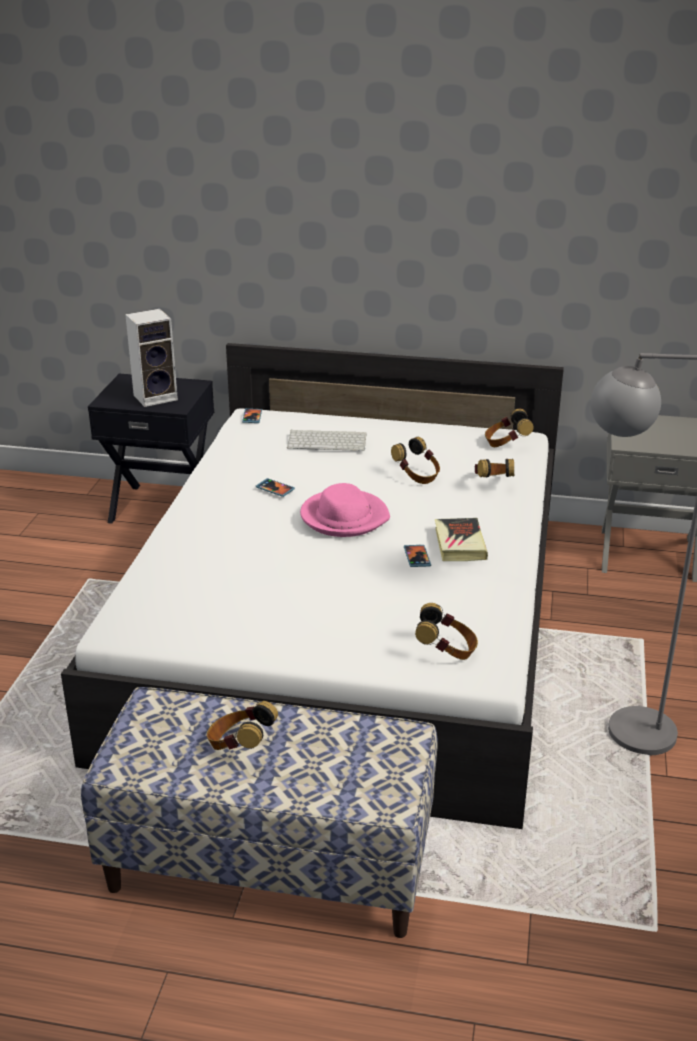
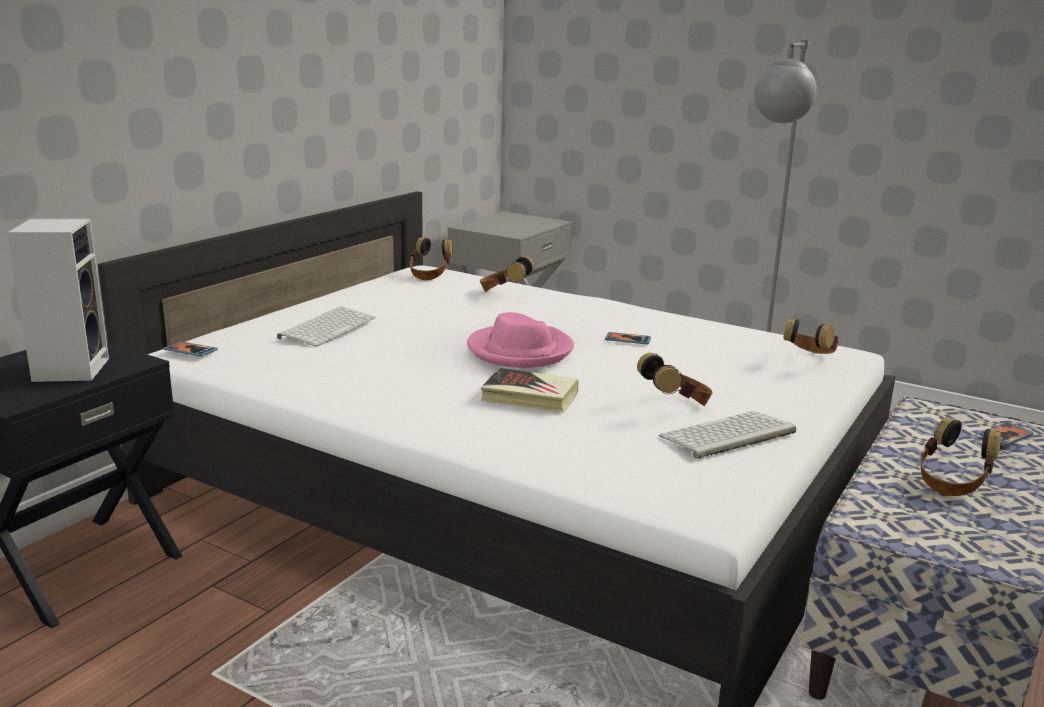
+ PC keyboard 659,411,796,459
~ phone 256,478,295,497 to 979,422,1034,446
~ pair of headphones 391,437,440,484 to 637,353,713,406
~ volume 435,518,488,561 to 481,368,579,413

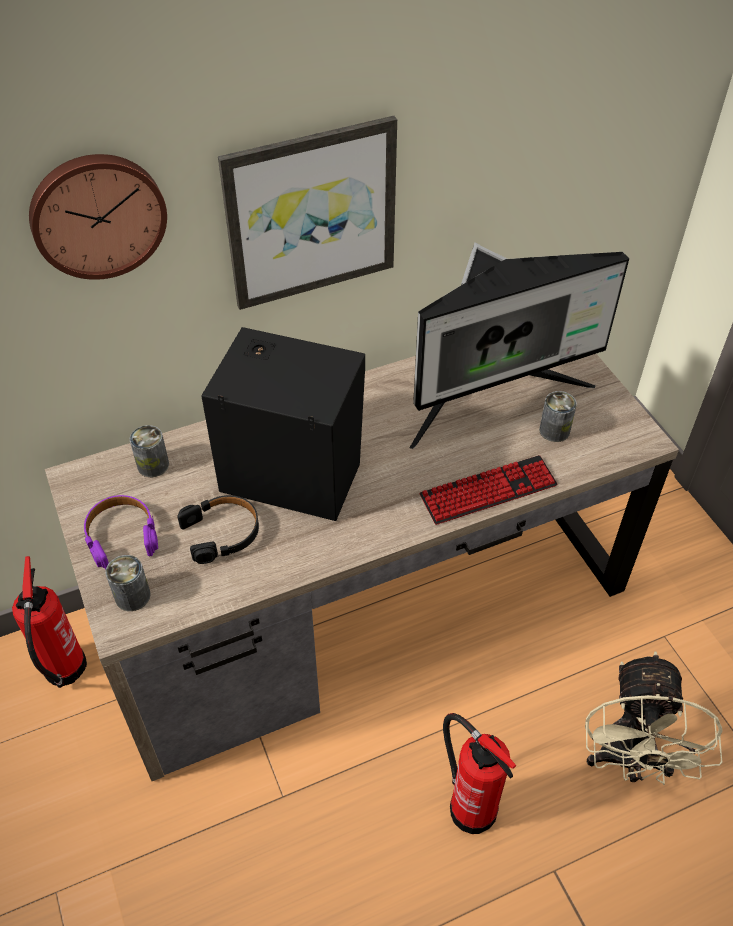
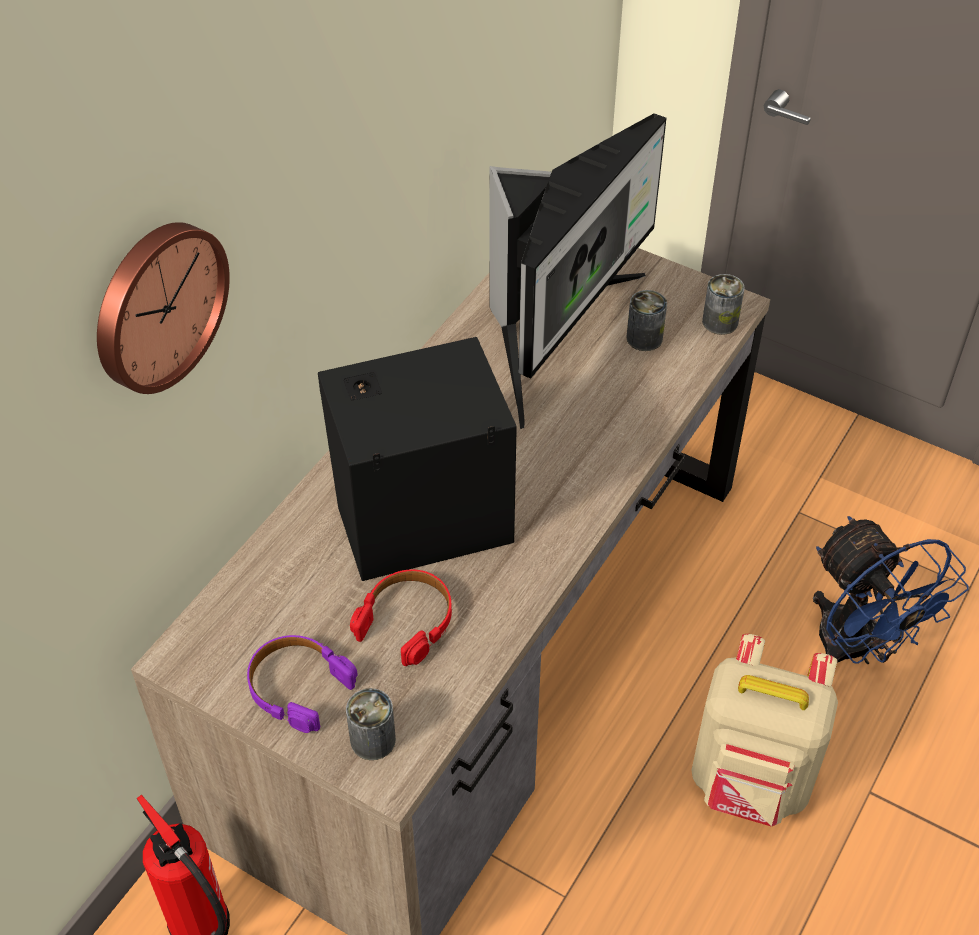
- wall picture 218,116,397,310
- PC keyboard 420,455,557,525
~ metal can 130,425,169,477 to 702,274,745,335
~ extinguisher 443,713,516,834 to beige rucksack 691,634,838,827
~ blackish pair of headphones 177,495,259,564 to red pair of headphones 350,569,452,666
~ beige electric fan 585,651,722,785 to bluish electric fan 813,516,969,664

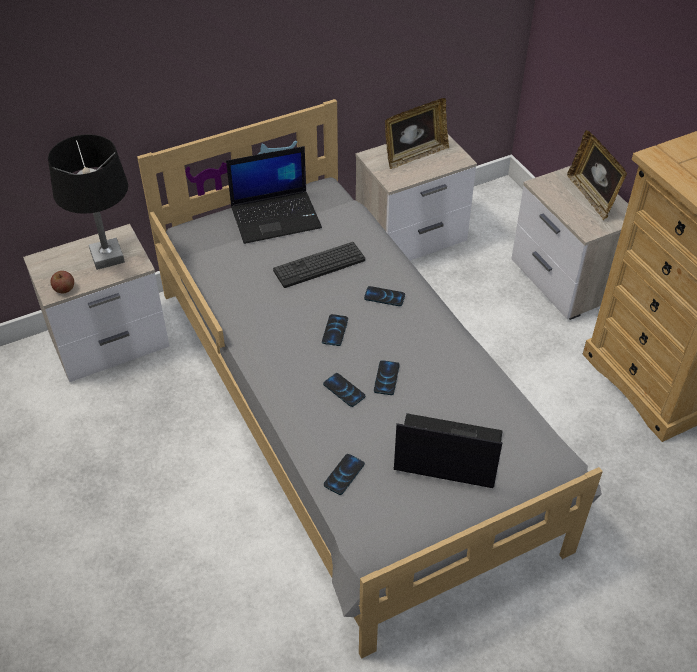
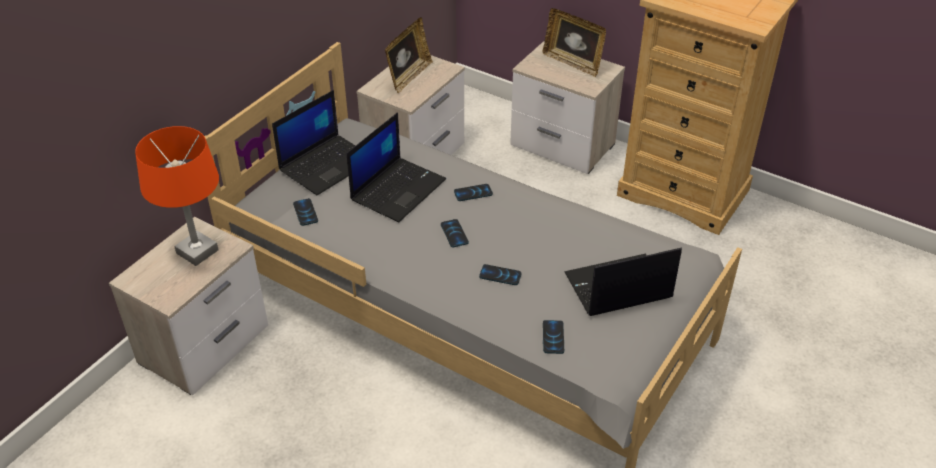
- apple fruit 51,271,74,293
~ phone 374,360,400,395 to 293,198,318,226
~ PC keyboard 273,242,365,288 to laptop 347,113,446,222
~ blackish tabletop lamp 48,134,128,270 to orange tabletop lamp 135,126,219,266

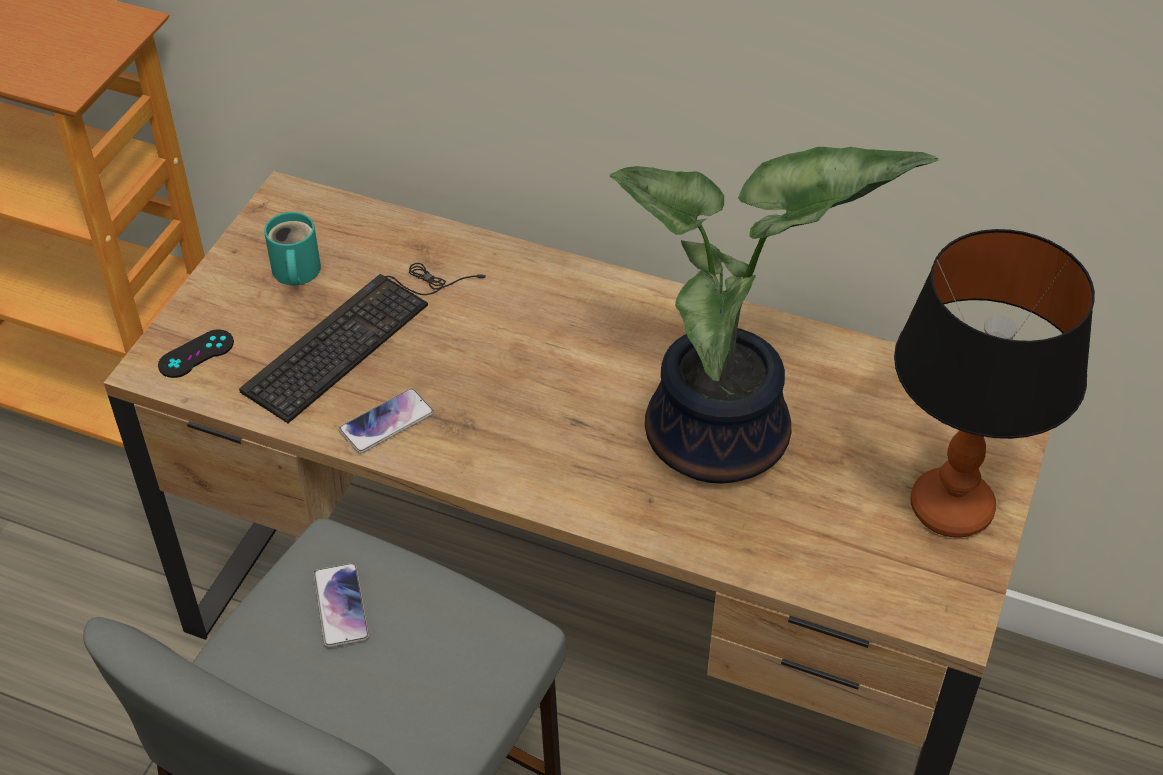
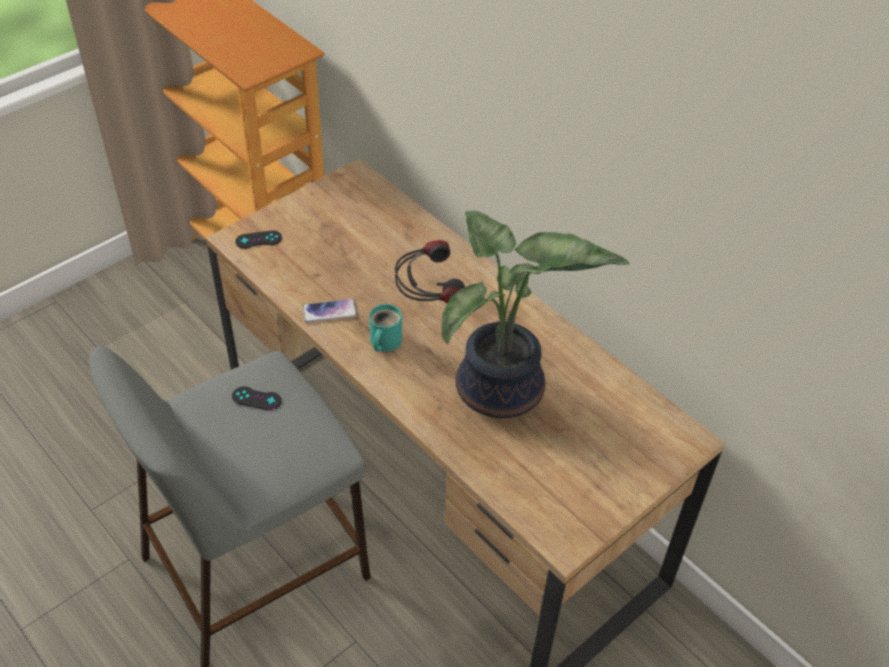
- PC keyboard 239,262,485,423
- tabletop lamp 894,229,1095,538
+ pair of headphones 395,240,466,303
~ blue-green tea mug 264,212,321,286 to 369,304,402,352
~ phone 313,563,369,648 to blackish joypad 232,386,282,410

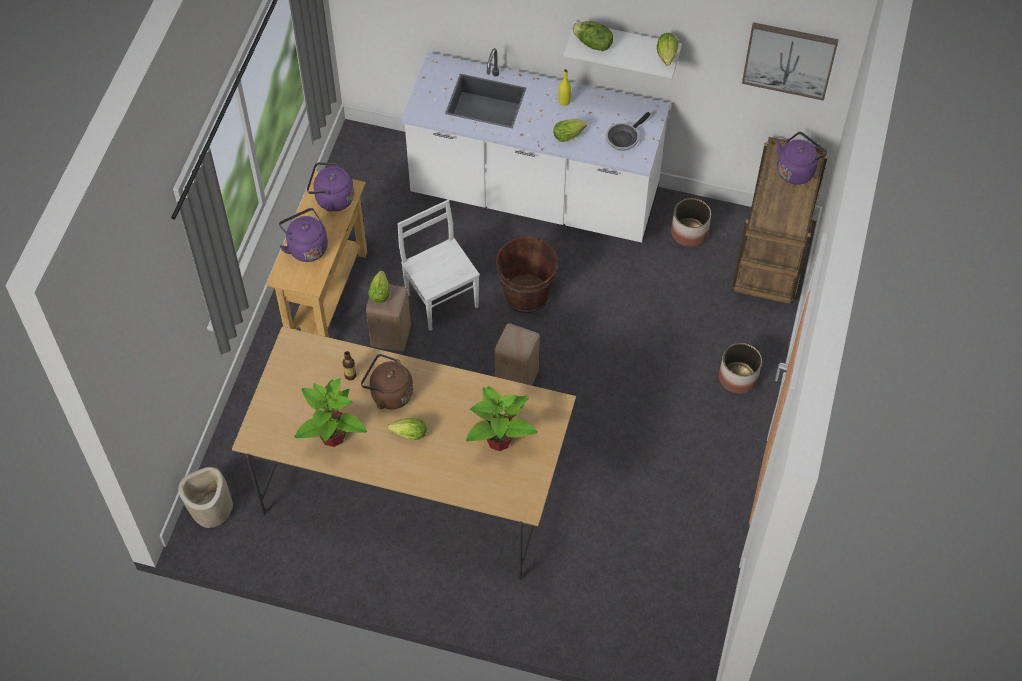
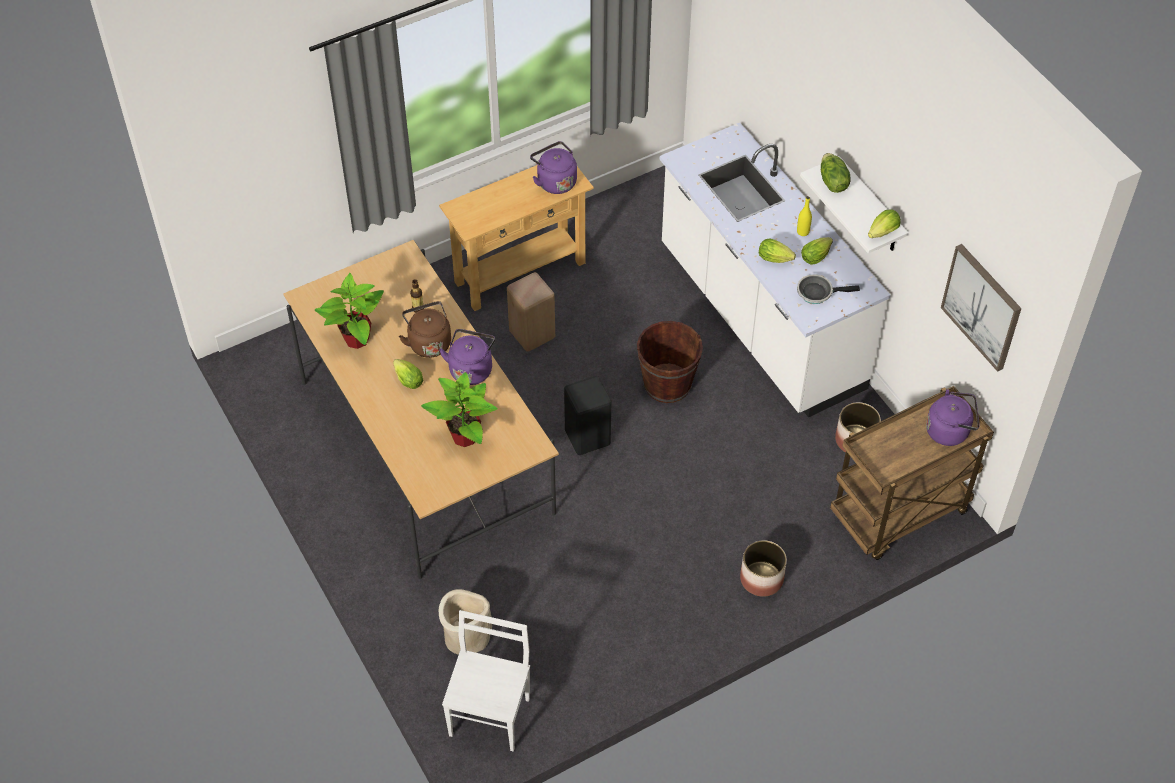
~ beige plant pot 178,467,233,528 to 439,589,492,655
~ purplish water kettle 279,208,328,262 to 439,329,495,385
~ head of lettuce 368,271,390,303 to 801,237,833,265
~ whitish upright chair 397,200,480,331 to 442,610,530,752
~ beige stool 495,323,540,385 to blackish stool 564,376,611,455

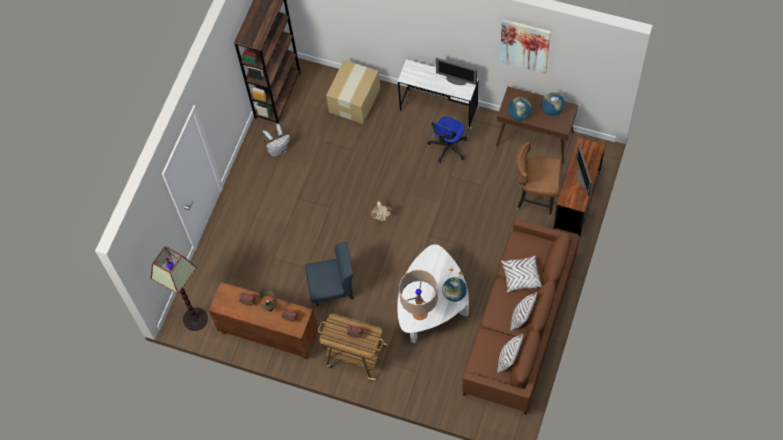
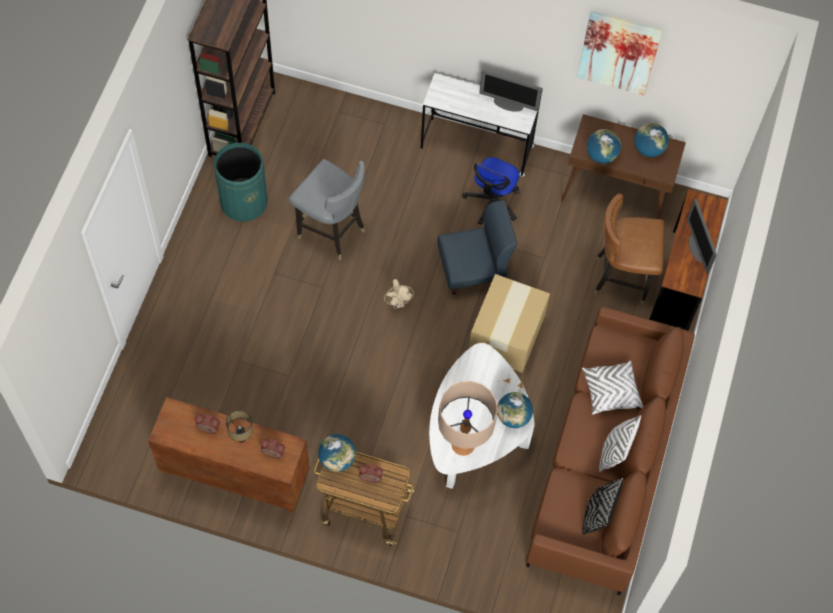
- standing lamp 151,246,208,331
+ greyish upright chair 289,159,365,260
+ desk globe 318,434,356,472
~ bluish upright chair 305,242,354,306 to 437,200,517,295
~ packing box 326,60,380,124 to 469,274,550,373
~ whitish rucksack 261,123,290,156 to green-coloured trash can 214,143,268,221
~ whitish throw pillow 498,334,523,373 to blackish throw pillow 583,478,624,535

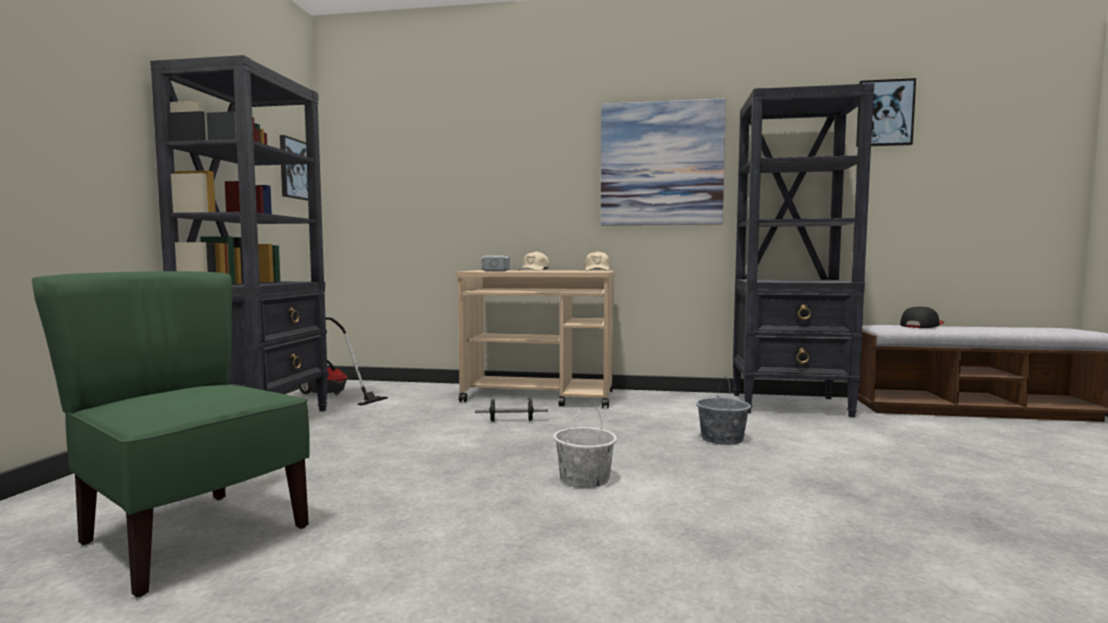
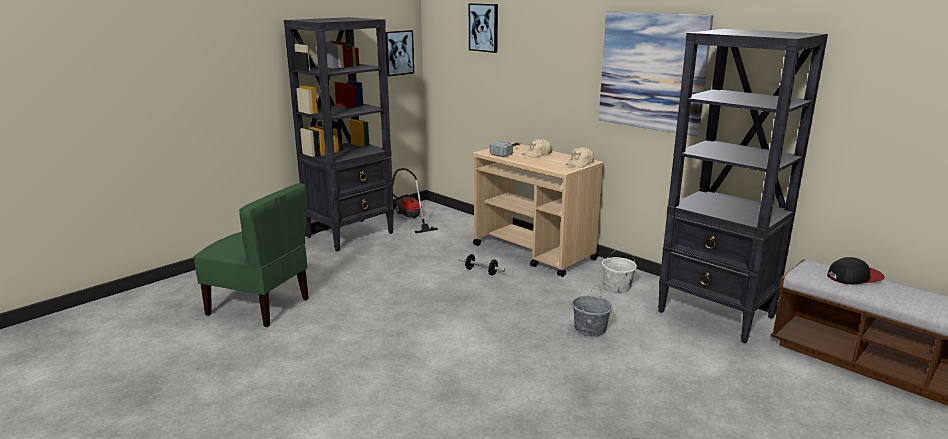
~ whitish pail 554,403,617,488 to 602,247,637,292
~ wall picture 856,78,916,147 to 469,3,498,53
~ green-coloured upright chair 32,271,309,598 = 193,183,309,327 135 degrees clockwise

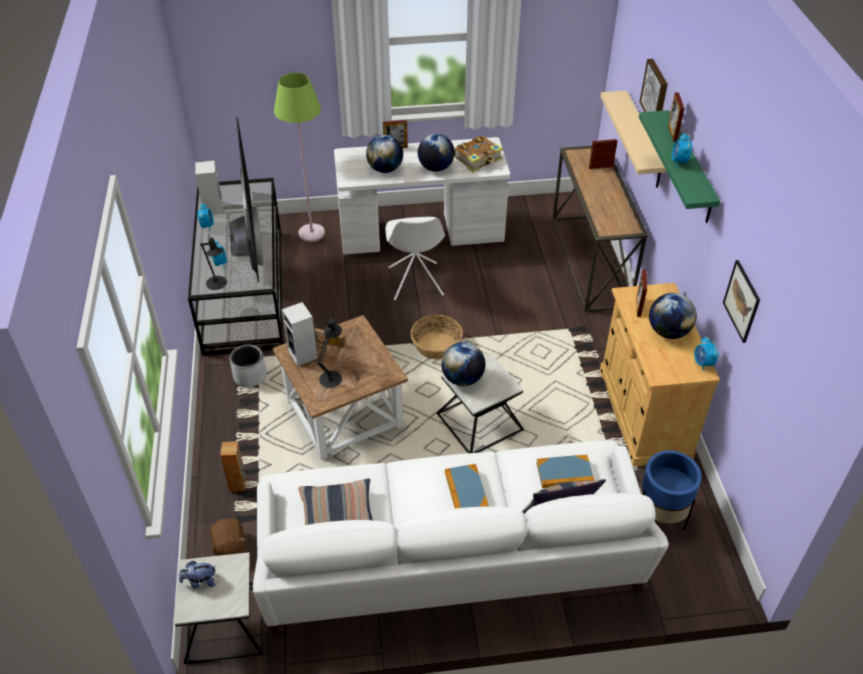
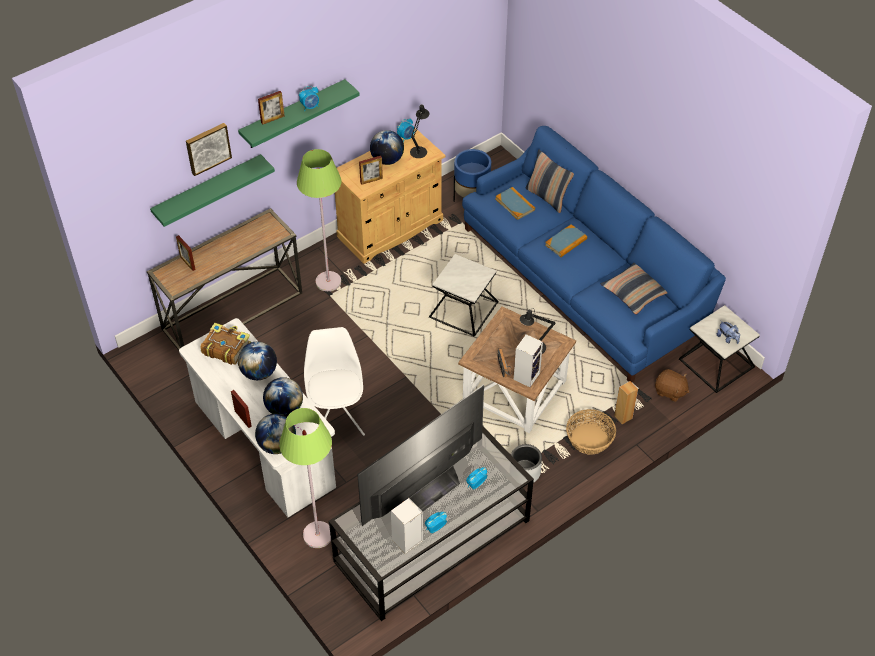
- wall picture 723,260,760,343
+ green-coloured standing lamp 297,149,341,291
~ blackish tabletop lamp 200,234,227,290 to 410,105,429,158
~ basket 410,315,463,359 to 566,409,616,455
~ desk globe 441,342,485,386 to 255,414,296,454
~ whitish settee 253,440,669,635 to bluish settee 462,126,726,382
~ beige wall shelf 600,91,666,188 to green-coloured wall shelf 150,154,275,227
~ brown soft toy 210,518,246,556 = 655,369,689,402 75 degrees clockwise
~ whitish upright chair 386,217,445,300 = 304,327,365,436 60 degrees counterclockwise

